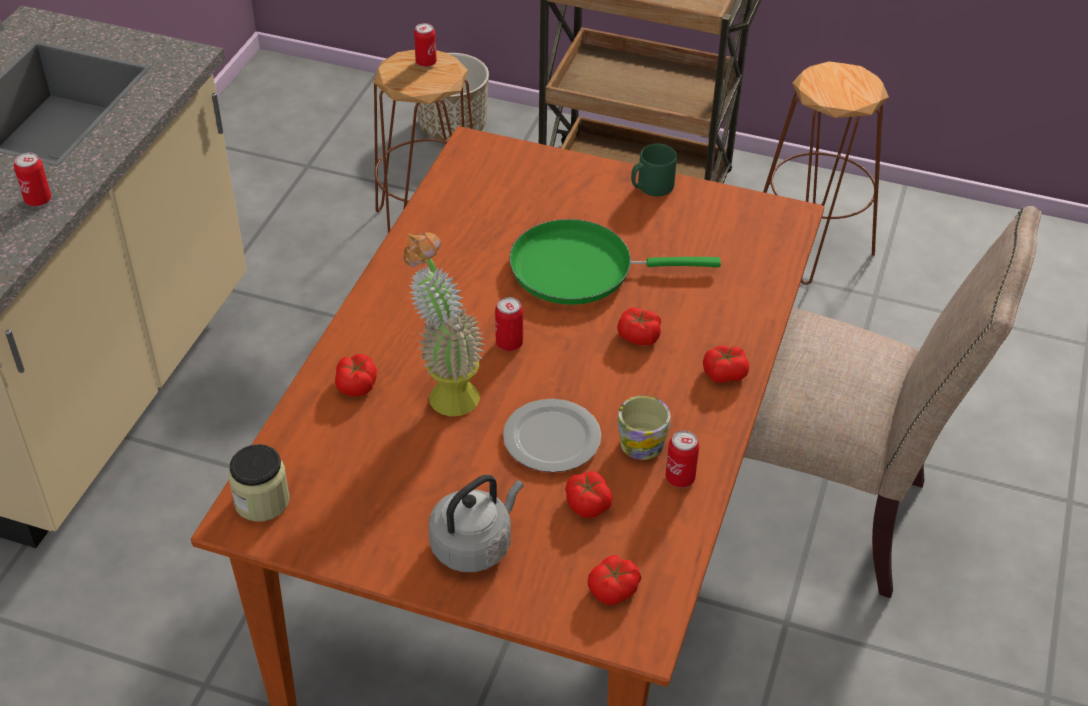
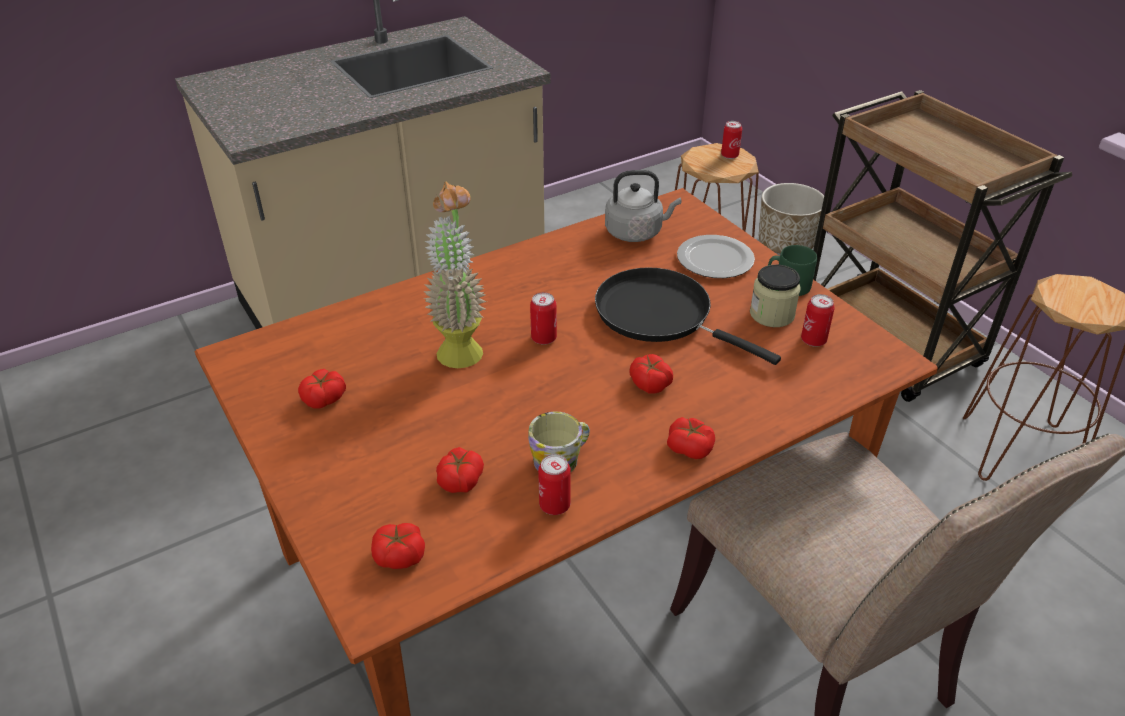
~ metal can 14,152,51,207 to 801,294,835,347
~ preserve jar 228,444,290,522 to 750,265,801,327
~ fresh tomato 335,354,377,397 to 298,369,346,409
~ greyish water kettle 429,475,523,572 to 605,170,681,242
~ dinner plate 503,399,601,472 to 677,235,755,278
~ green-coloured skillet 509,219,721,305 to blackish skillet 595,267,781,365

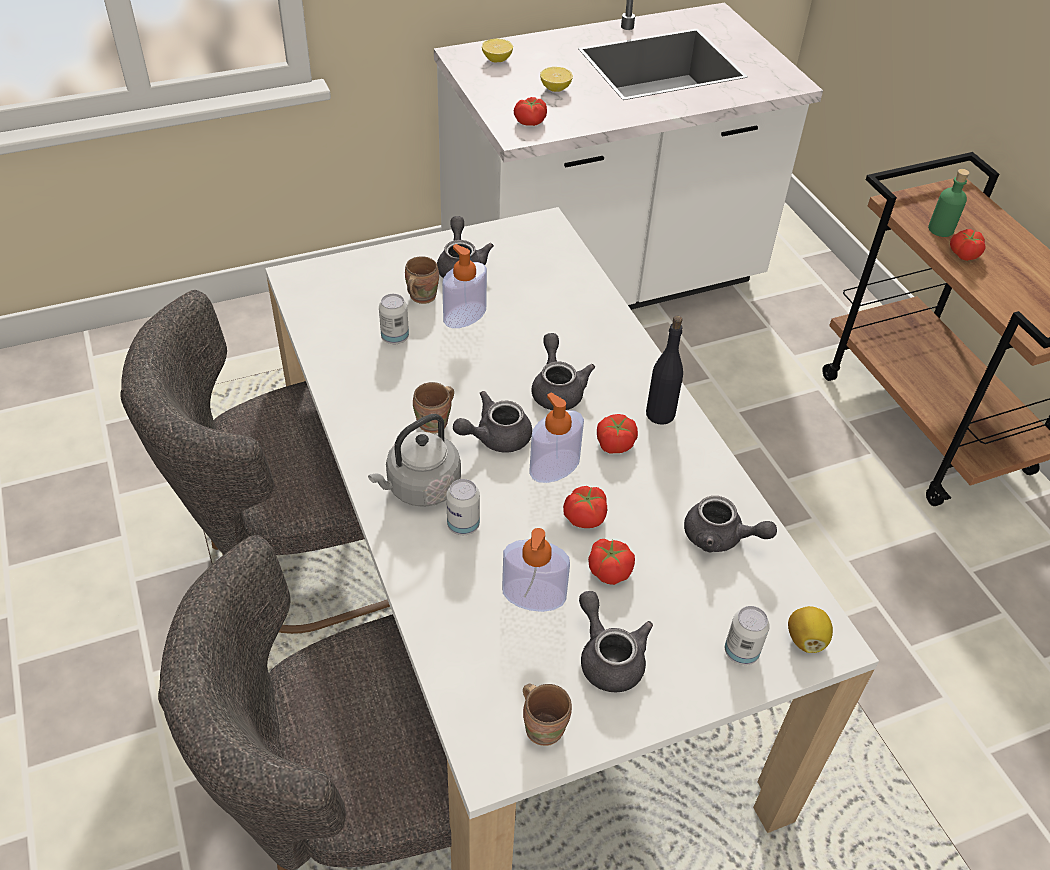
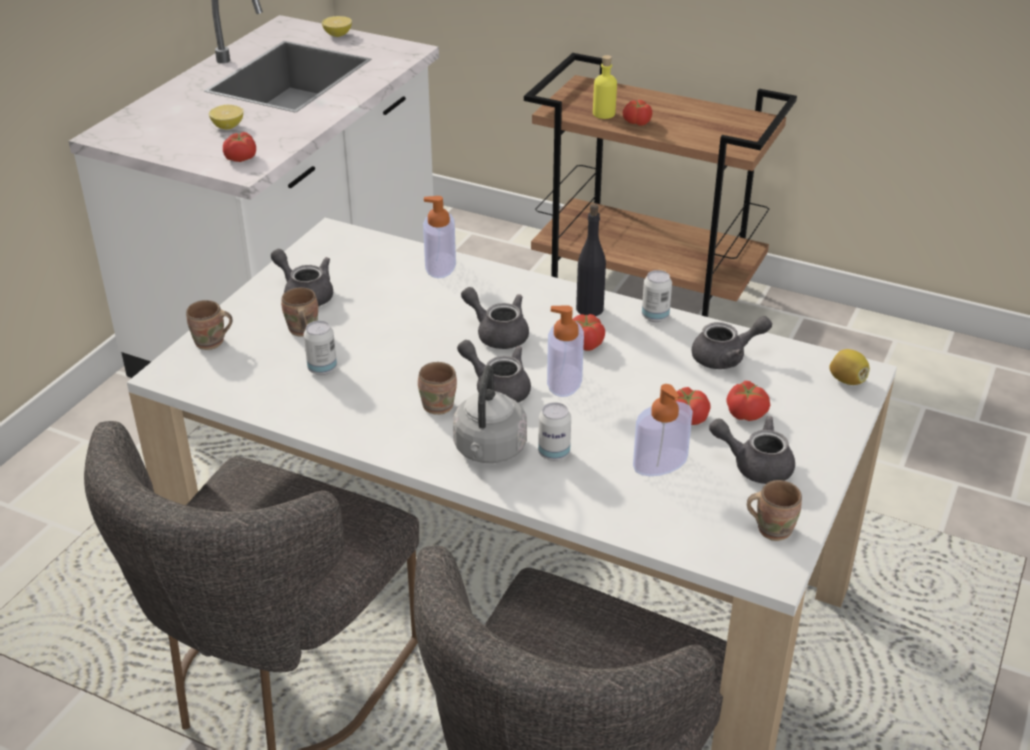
+ brown tea mug 186,300,233,350
~ soap bottle 442,244,487,328 to 423,196,456,279
~ whole lemon 482,39,513,63 to 322,16,352,37
~ fresh tomato 563,486,607,528 to 726,381,770,421
~ metal can 725,606,770,665 to 642,270,672,322
~ green-coloured beverage bottle 928,169,969,237 to yellow beverage bottle 593,55,617,119
~ greyish teapot 453,391,532,453 = 457,340,531,403 105 degrees clockwise

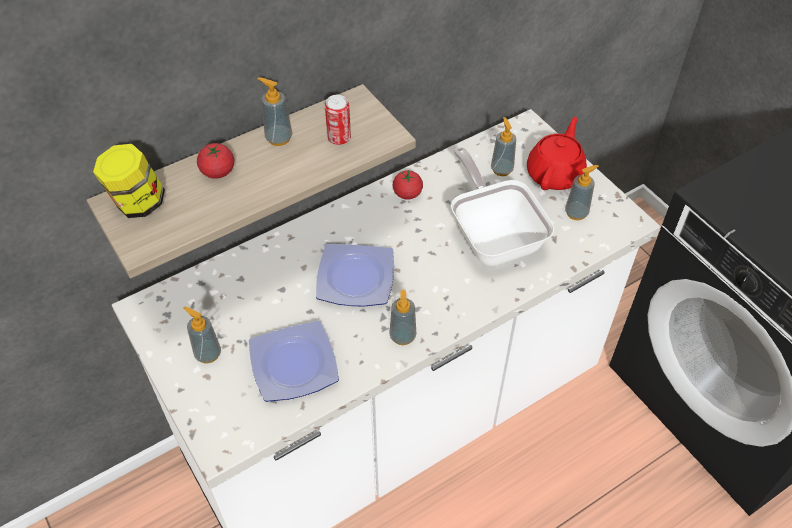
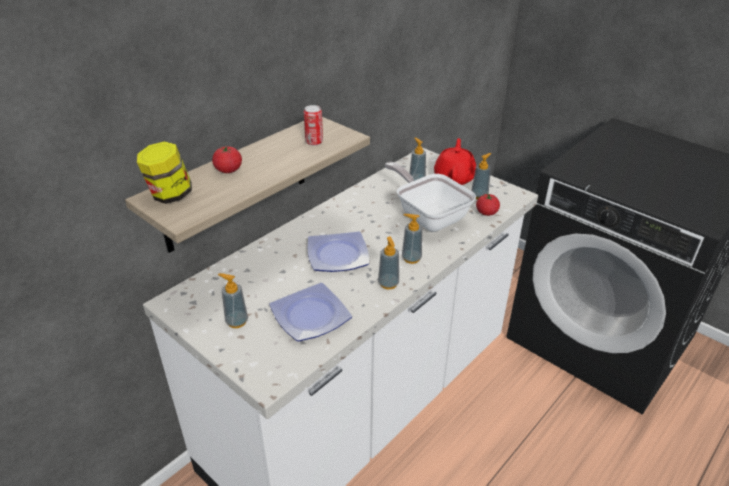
~ soap bottle 258,77,292,146 to 402,214,422,264
~ fresh tomato 393,170,423,200 to 476,193,500,216

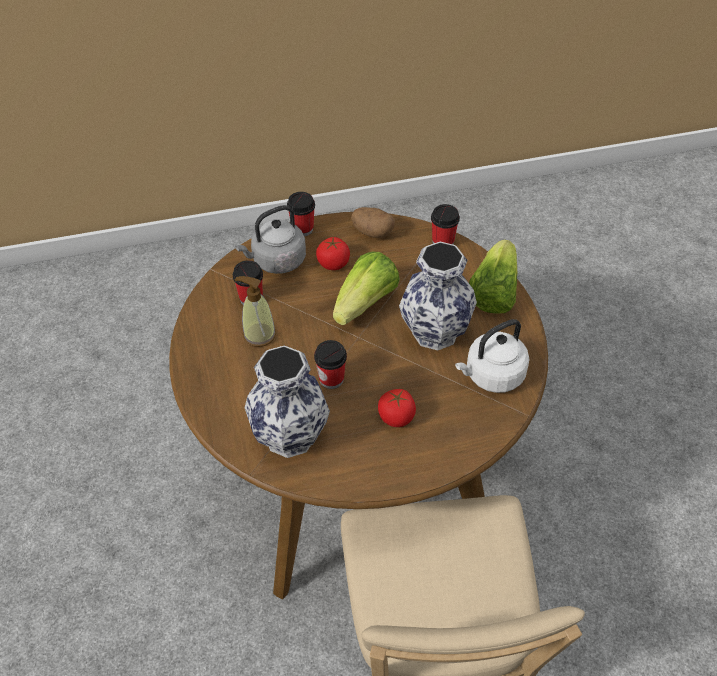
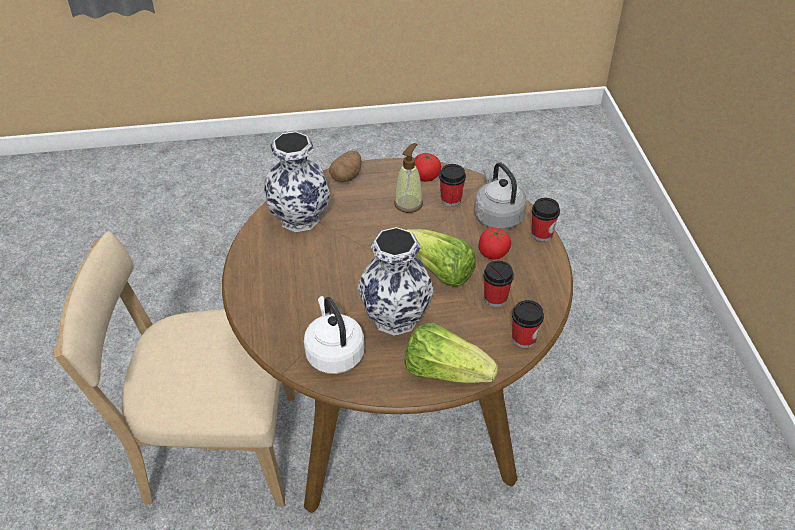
~ drinking cup 314,340,347,389 to 483,261,514,307
~ spud 351,207,395,238 to 329,151,362,182
~ fresh tomato 378,389,416,427 to 414,153,441,182

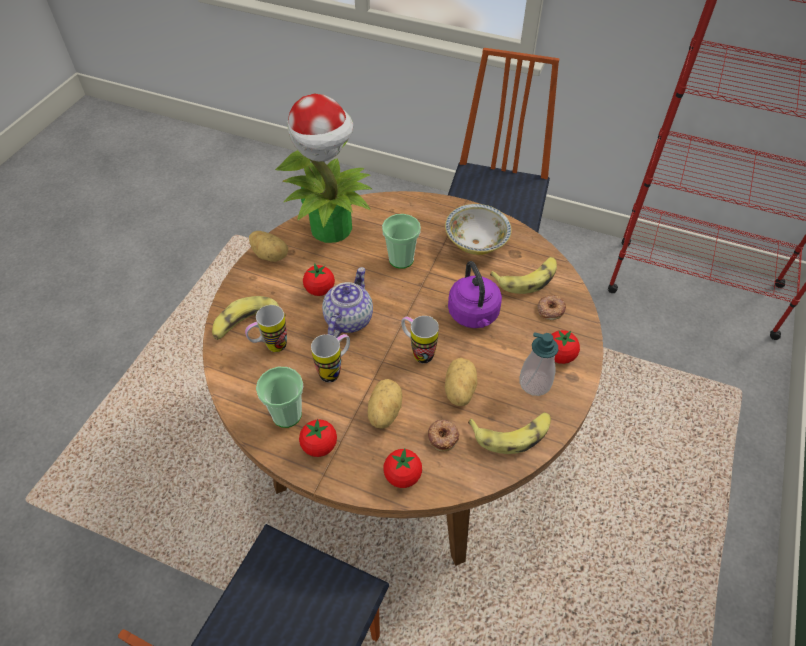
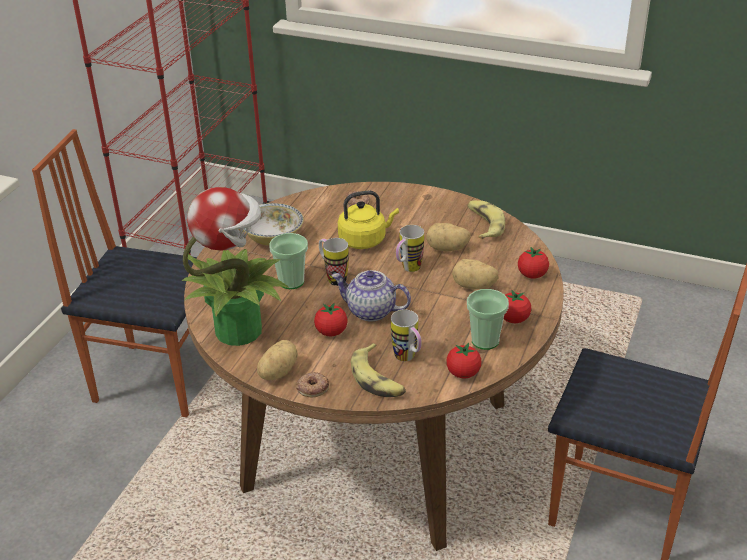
- banana 490,257,557,294
- soap bottle 519,332,558,396
~ tea mug 311,334,350,382 to 319,238,349,286
~ doughnut 428,419,459,452 to 296,372,329,397
~ fresh tomato 552,330,580,364 to 446,343,481,378
~ purplish water kettle 448,261,502,328 to yellow water kettle 338,191,399,249

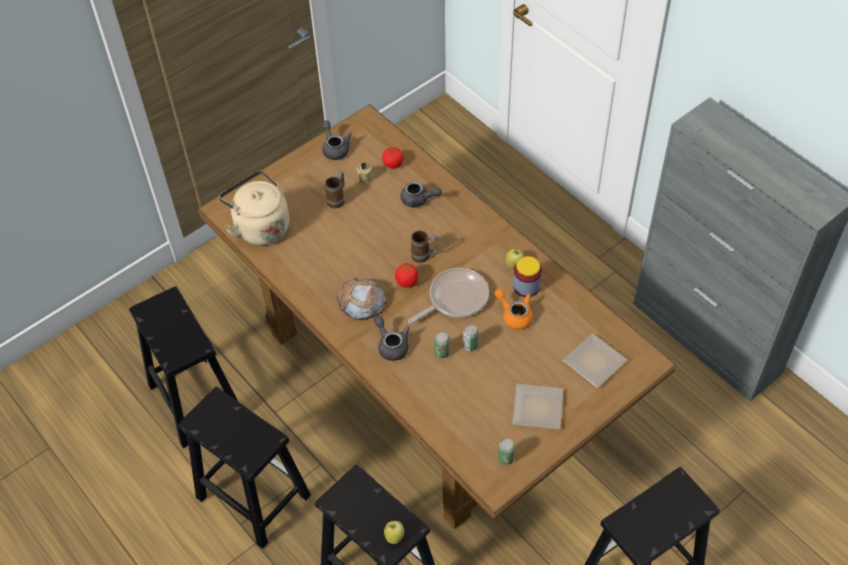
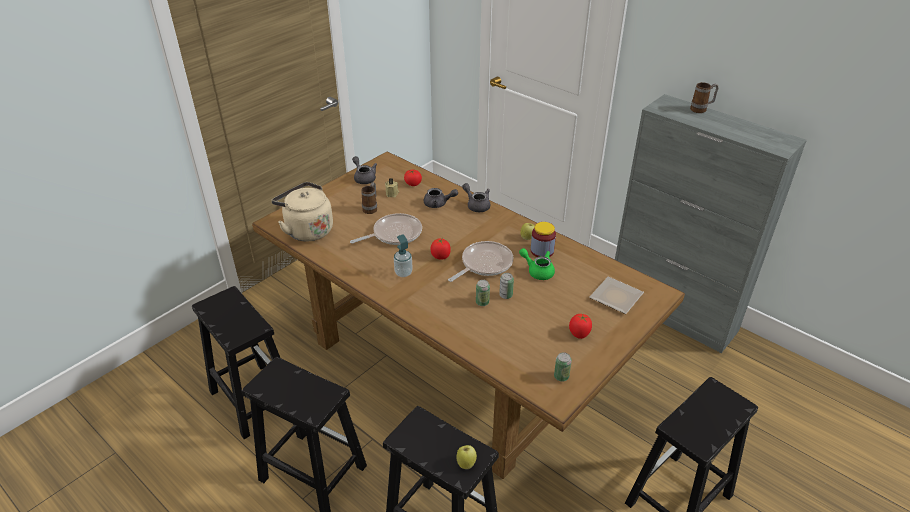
+ skillet 350,213,422,245
~ greyish teapot 374,316,410,361 to 462,183,491,212
~ tea mug 411,231,438,263 to 690,82,718,113
~ bread 336,278,387,320 to soap bottle 394,234,413,277
~ dinner plate 512,384,563,429 to fresh tomato 569,314,592,339
~ orange teapot 494,289,533,330 to green-coloured teapot 519,248,555,280

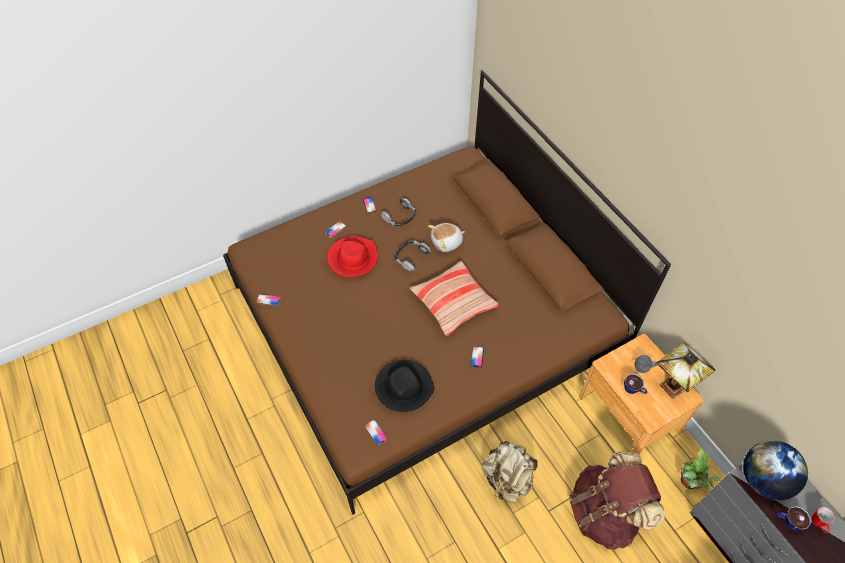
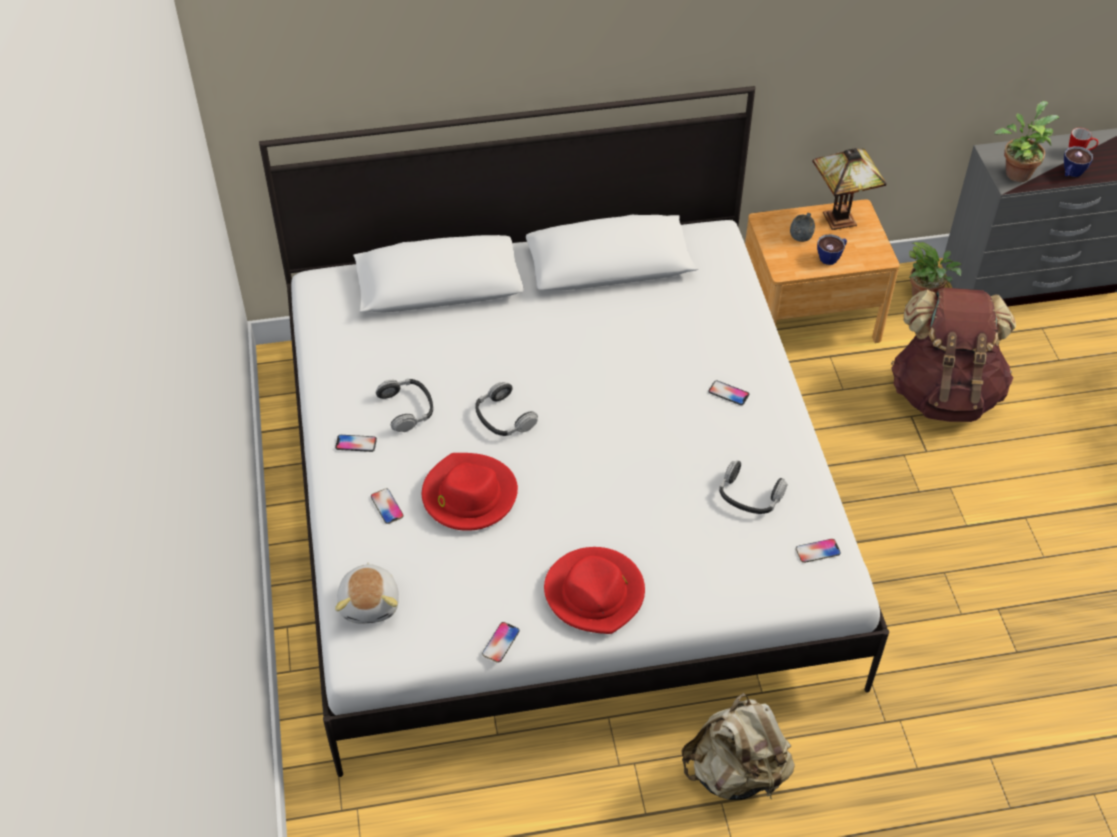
- throw pillow 410,261,499,336
+ red hat 544,547,645,634
~ soft toy 428,223,465,252 to 335,562,399,623
~ beige rucksack 482,441,538,503 to 682,693,795,800
~ blackish hat 375,360,434,412 to pair of headphones 719,460,787,514
~ desk globe 743,440,808,500 to potted plant 994,101,1059,182
~ brown bed 223,71,671,515 to whitish bed 259,86,889,777

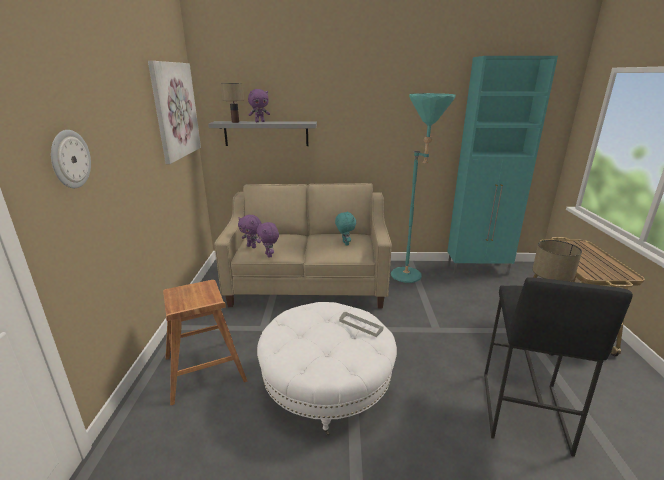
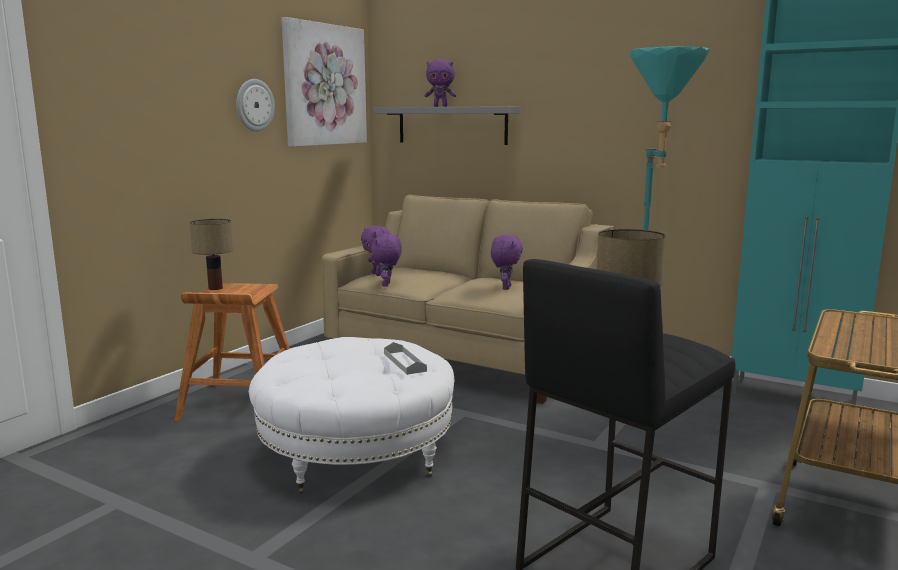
~ wall clock 51,130,91,188 to 236,79,275,132
~ tabletop lamp 221,83,244,123 to 189,219,233,290
~ blue-green soft toy 335,211,356,246 to purplish soft toy 491,235,523,290

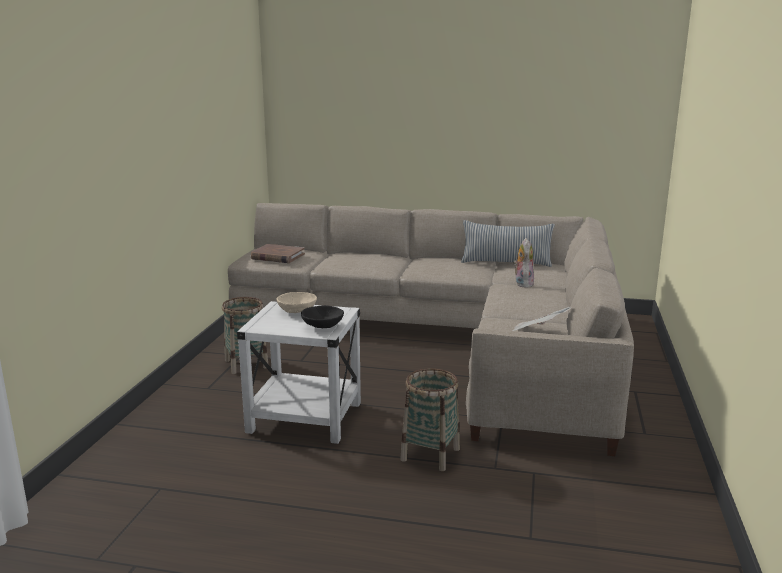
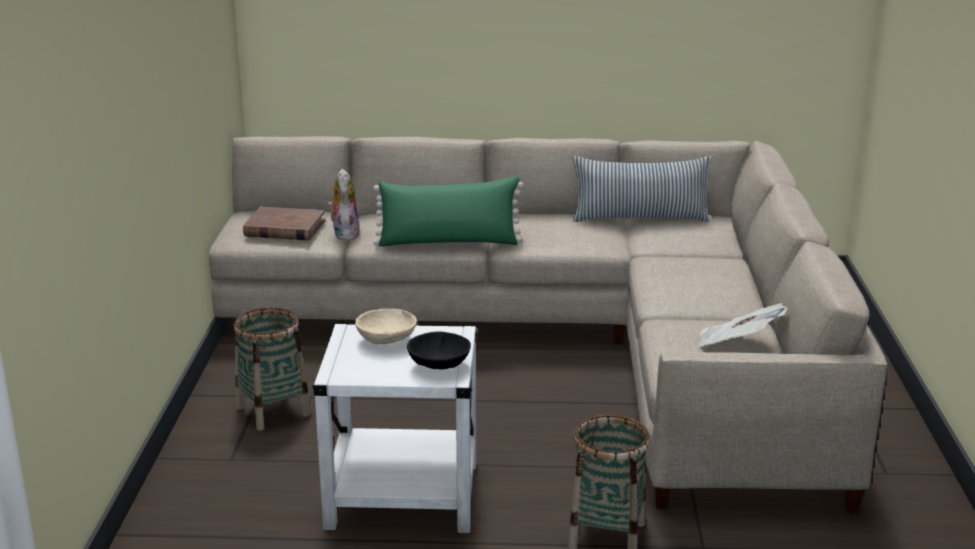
+ green-coloured throw pillow 373,176,524,247
~ soft toy 513,238,534,288 to 328,169,360,240

